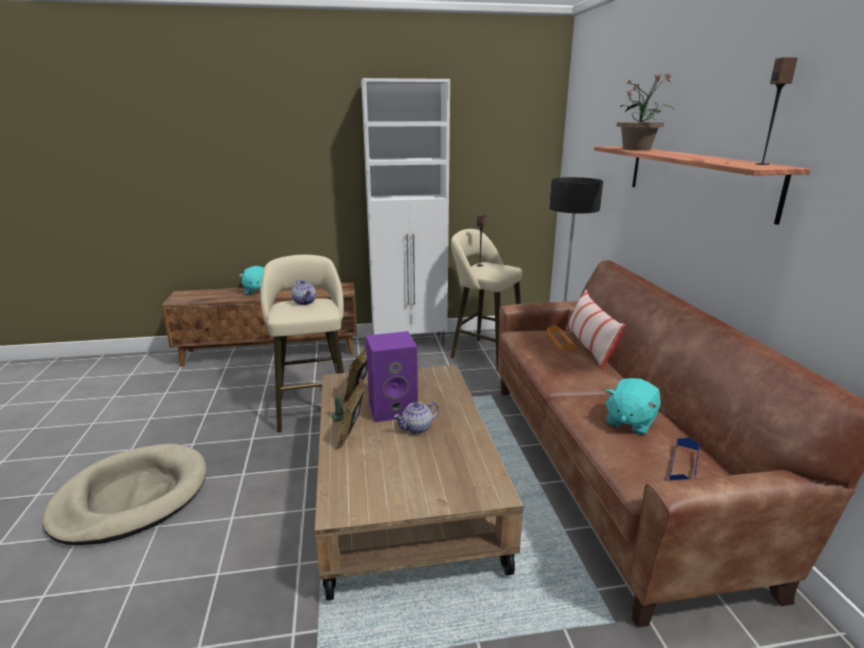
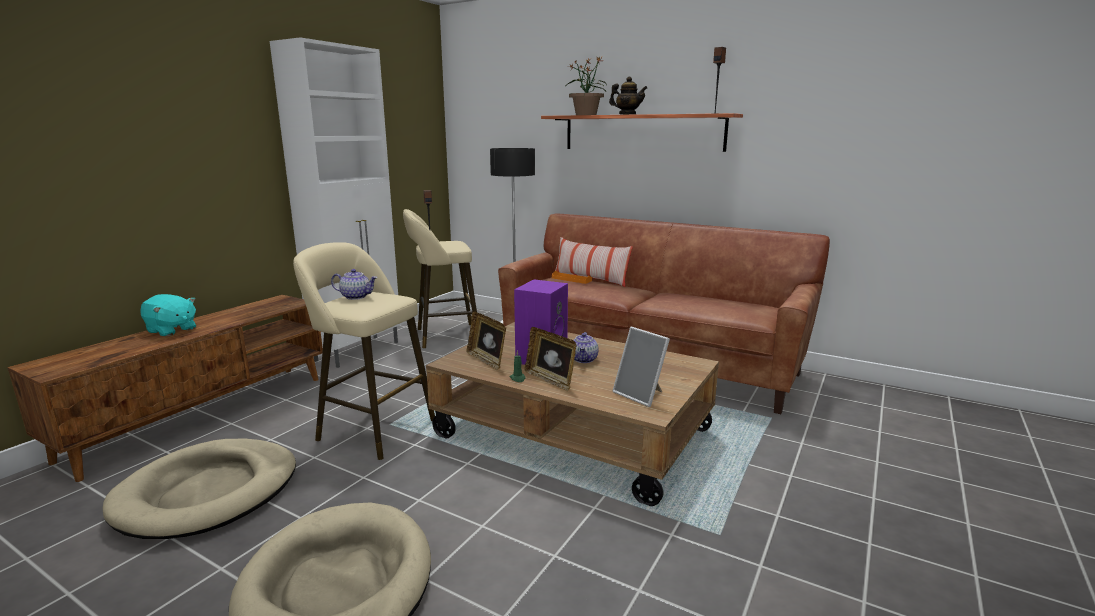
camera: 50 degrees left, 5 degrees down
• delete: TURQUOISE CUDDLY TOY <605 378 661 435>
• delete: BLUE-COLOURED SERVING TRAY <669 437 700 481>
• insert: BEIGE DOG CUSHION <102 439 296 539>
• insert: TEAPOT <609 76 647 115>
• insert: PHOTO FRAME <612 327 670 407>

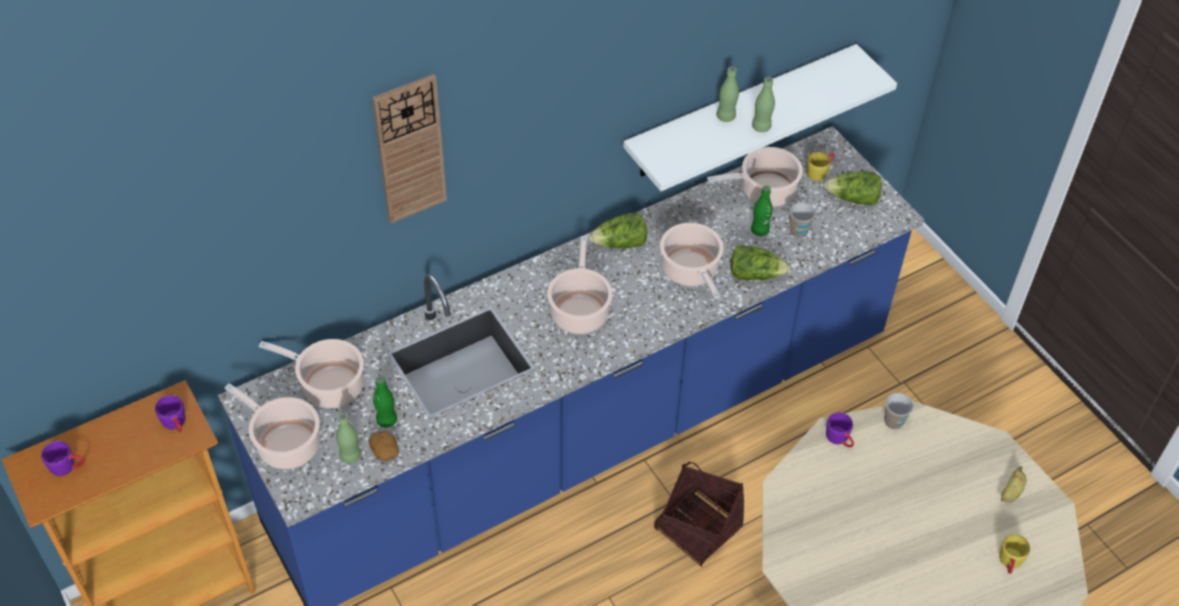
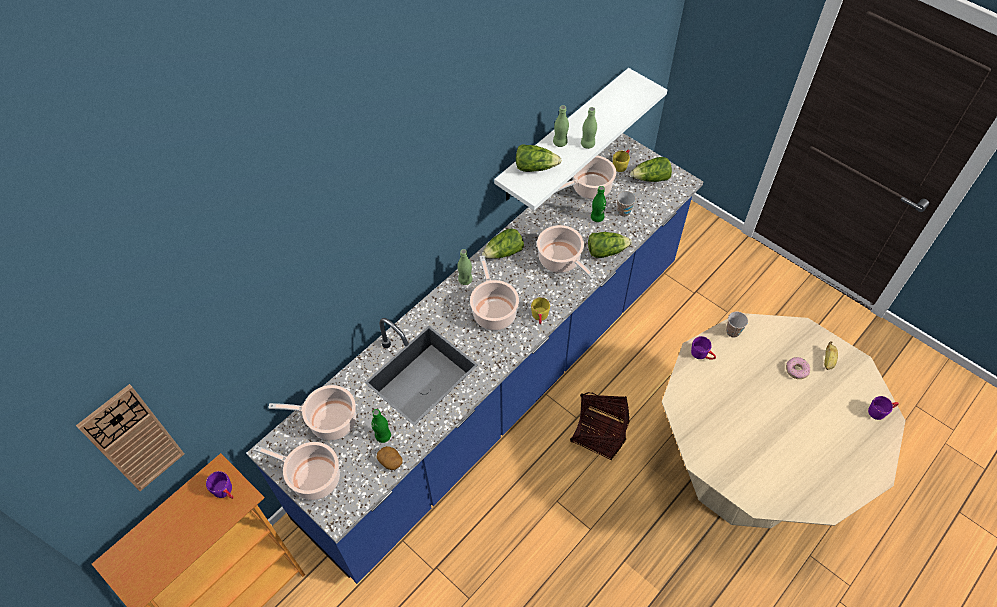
camera: 15 degrees left, 5 degrees up
• move: PURPLE-COLOURED MUG <41 441 85 476> to <868 396 899 420>
• move: GREEN BOTTLE <336 413 361 463> to <457 249 472 285>
• move: CLOCK ON THE WALL <372 74 447 223> to <76 384 184 491>
• move: YELLOW-COLOURED MUG <999 534 1030 574> to <531 297 550 324>
• insert: LETTUCE HEAD <516 144 562 172>
• insert: RING DOUGHNUT <786 357 810 379>

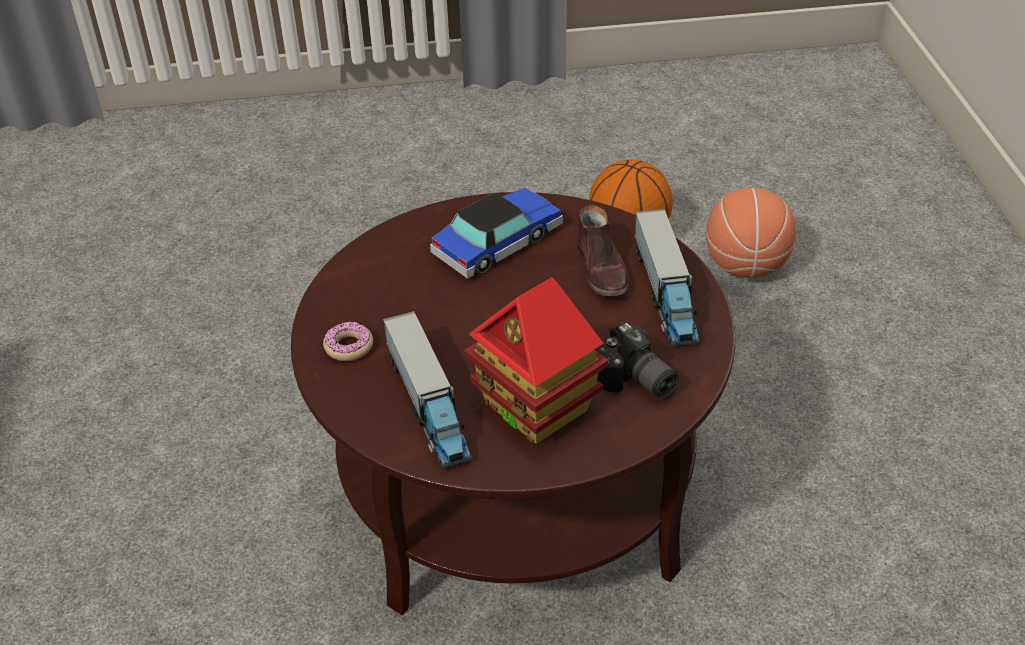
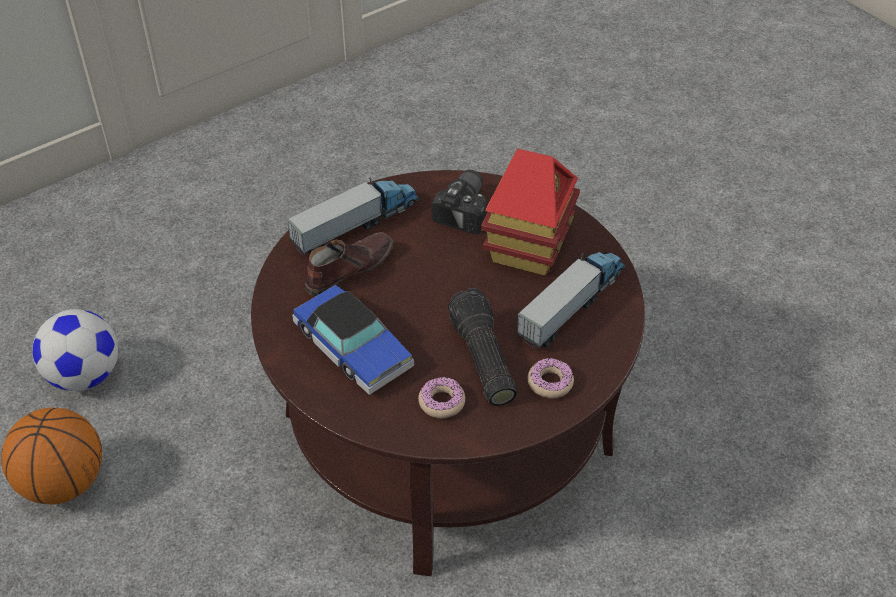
camera: 120 degrees left, 5 degrees up
• rotate: MODEL CAR <430 188 563 279> = <292 285 414 395> 150 degrees counterclockwise
• replace: BASKETBALL BALL <706 188 796 278> to FOOTBALL BALL <33 309 118 391>
• insert: RING DOUGHNUT <418 376 465 419>
• insert: FLASHLIGHT <448 288 517 406>

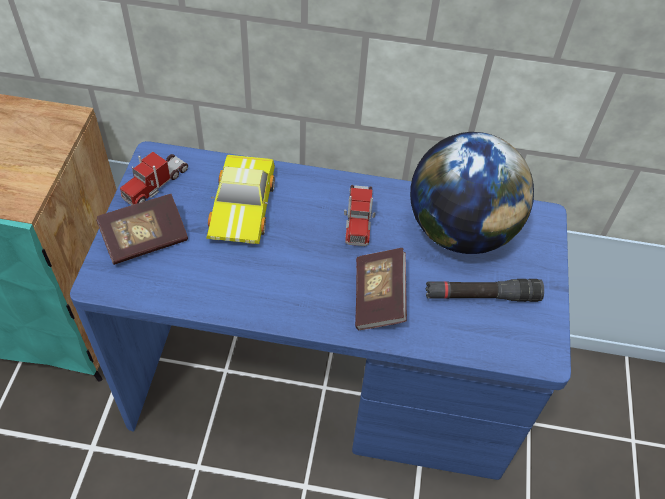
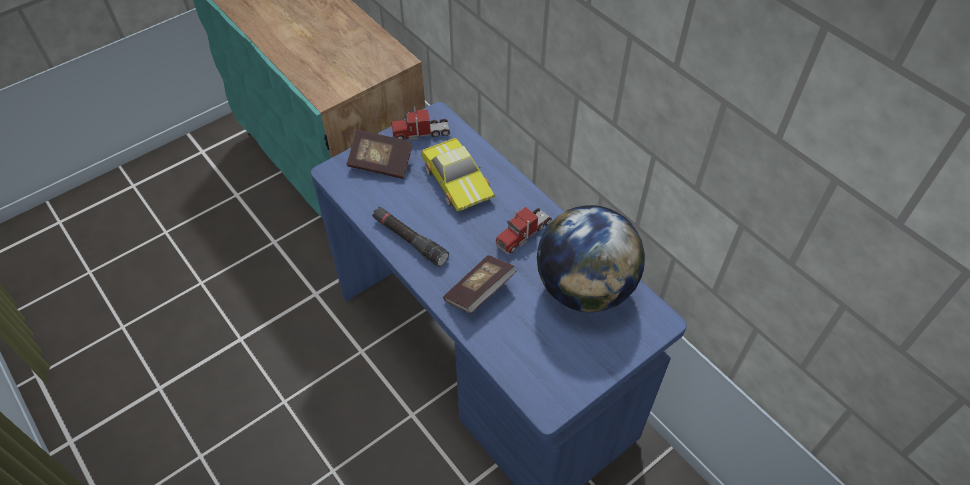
camera: 45 degrees right, 0 degrees up
• rotate: MODEL CAR <206 155 275 244> = <421 138 495 212> 75 degrees counterclockwise
• move: BLACK FLASHLIGHT <426 279 544 302> to <372 207 449 267>

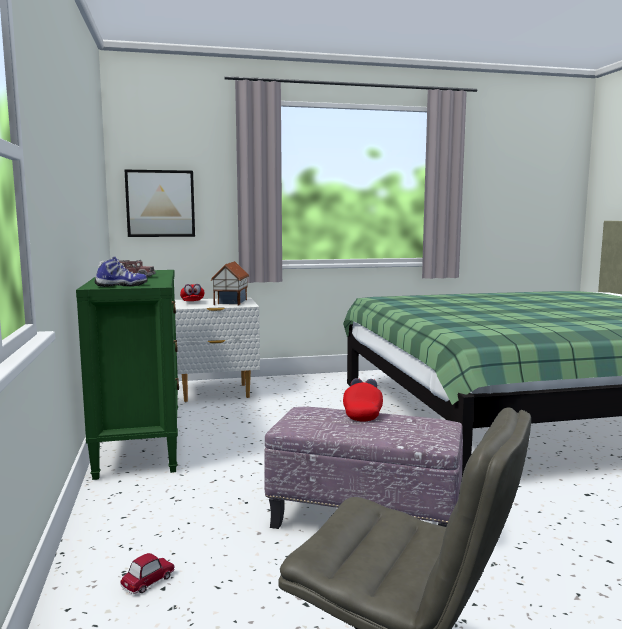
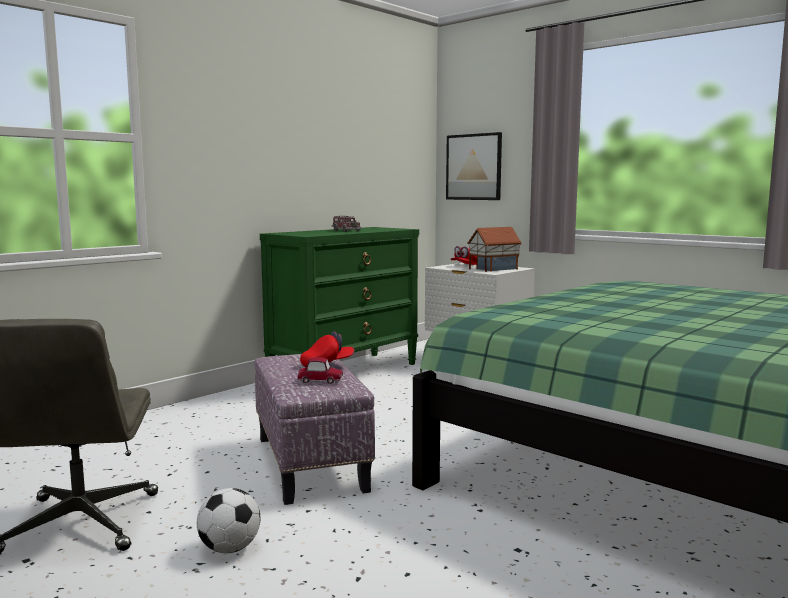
camera: 55 degrees right, 0 degrees up
• delete: SHOE <95 257 148 287>
• move: MODEL CAR <120 553 174 594> to <297 357 343 384>
• insert: FOOTBALL BALL <197 488 261 553>

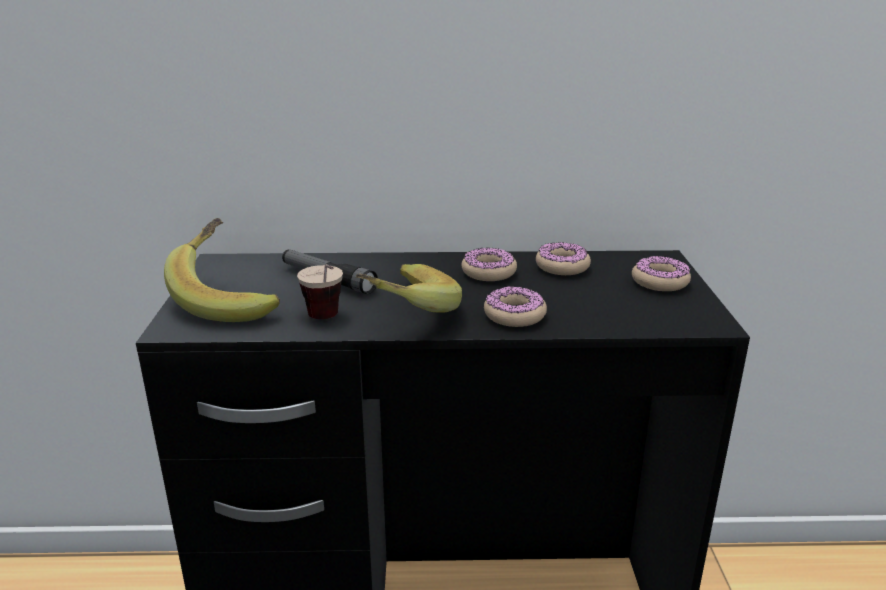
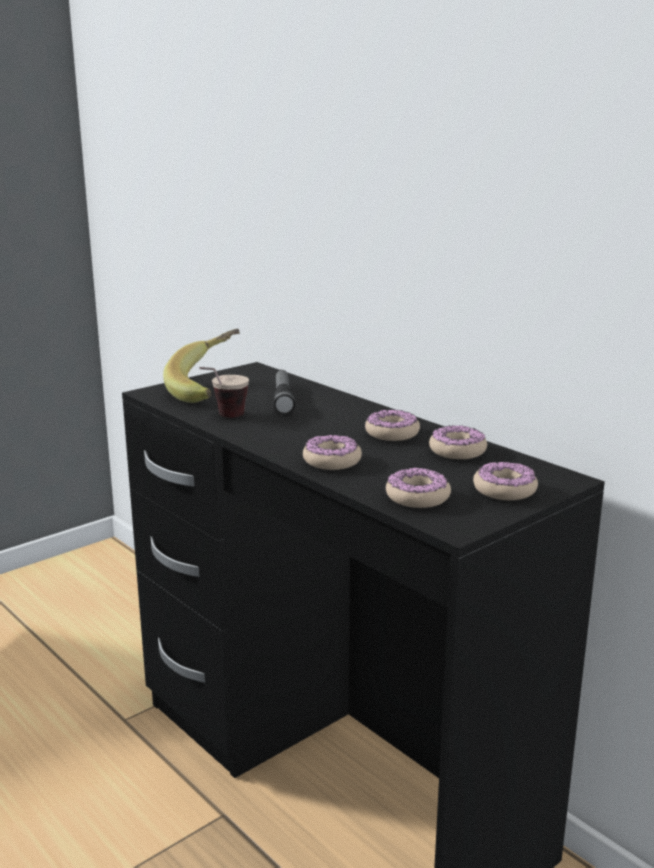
camera: 50 degrees right, 5 degrees down
• delete: BANANA FRUIT <356 264 462 313>
• insert: RING DOUGHNUT <386 468 451 508>

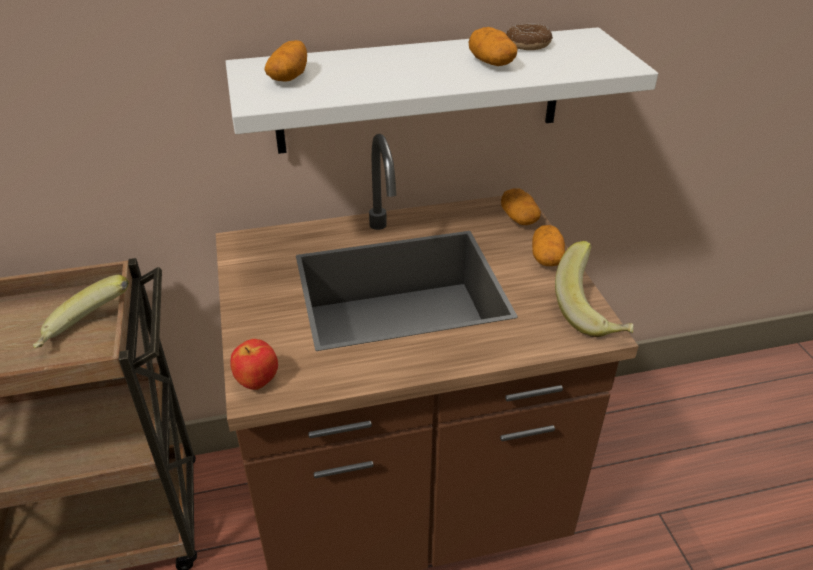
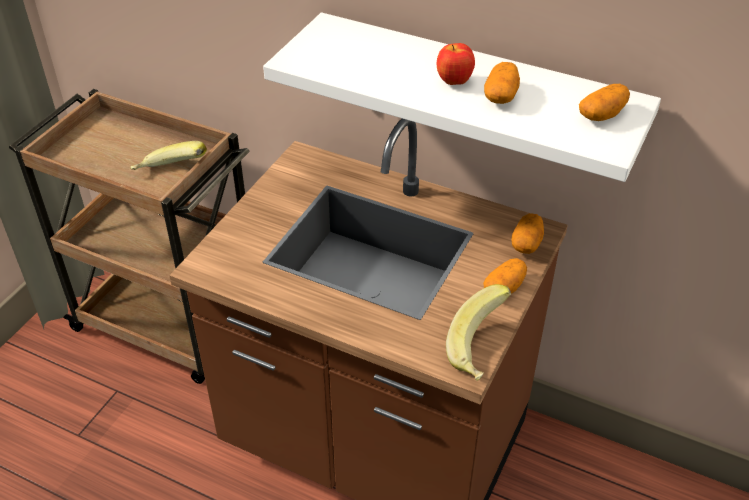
camera: 40 degrees right, 5 degrees up
• move: APPLE <230 339 278 390> to <437 43 475 85>
• move: POTATO <264 40 307 82> to <579 84 630 121>
• delete: RING DOUGHNUT <506 24 553 50>

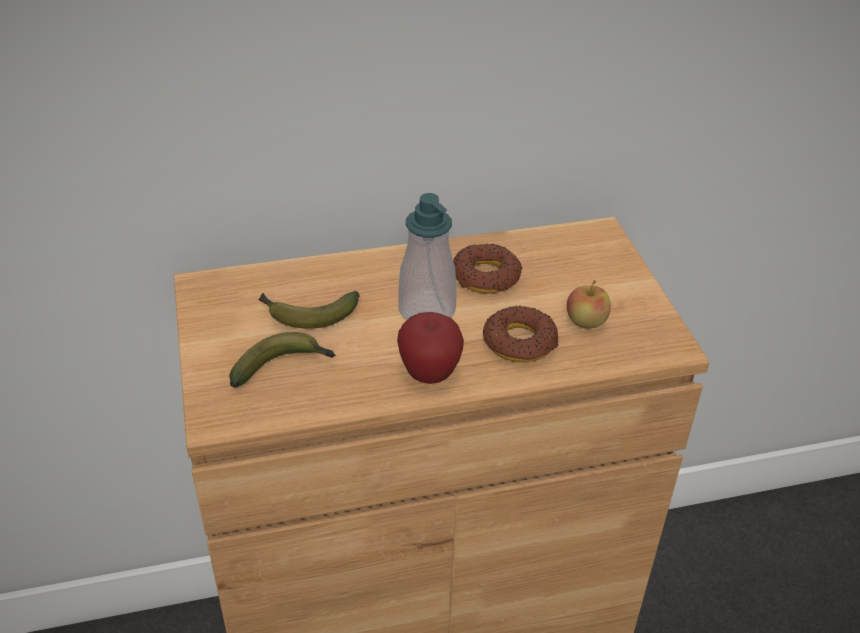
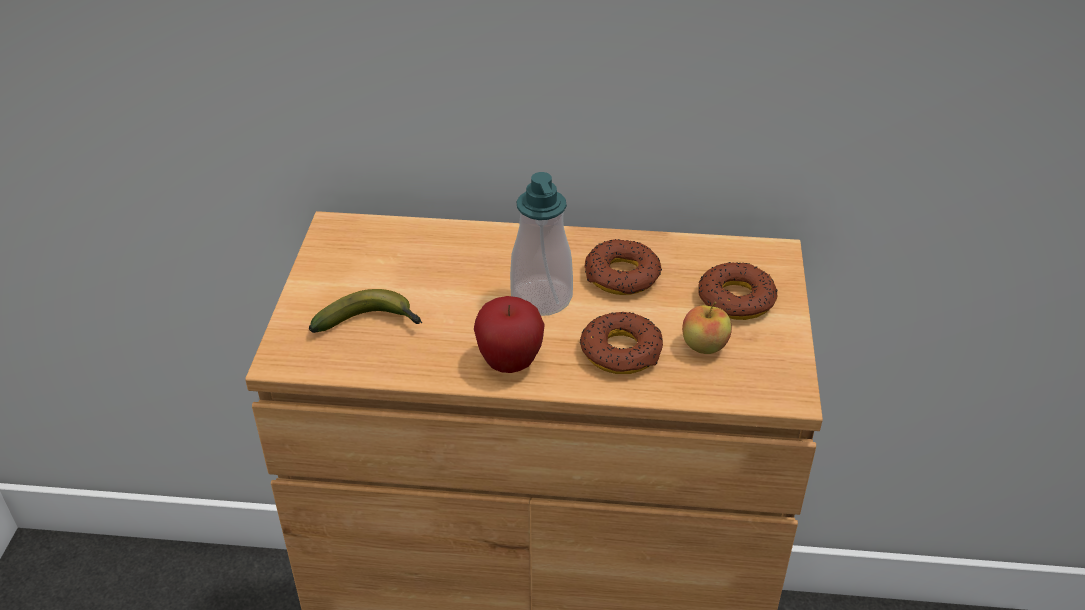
camera: 20 degrees right, 0 degrees up
• delete: BANANA FRUIT <258 291 359 329>
• insert: RING DOUGHNUT <698 262 777 320>

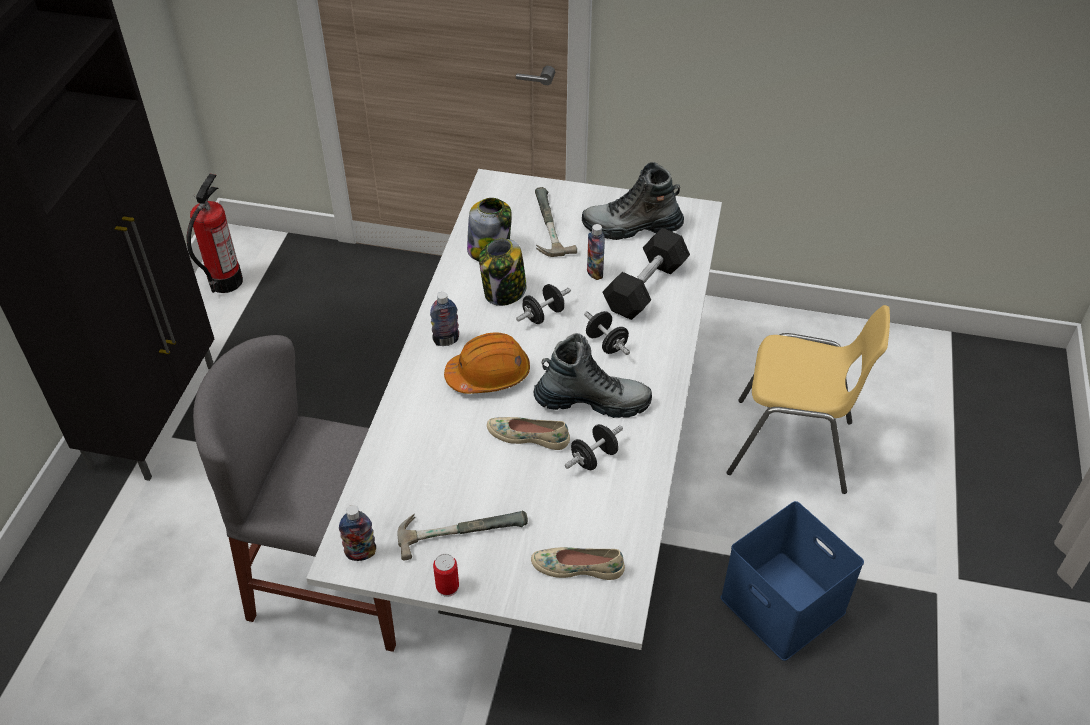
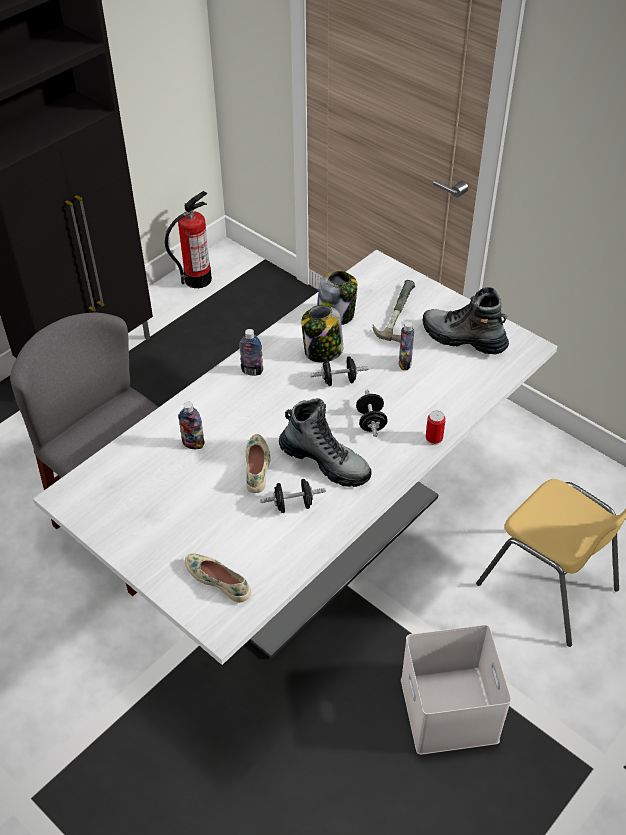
camera: 30 degrees right, 0 degrees up
• move: BOTTLE <339 505 376 561> to <178 402 205 449>
• delete: TOOL HAMMER <397 511 528 560>
• move: METAL CAN <433 554 459 597> to <426 410 446 445>
• delete: ORANGE WORK HELMET <444 332 530 394>
• rotate: BEIGE SHOE <487 417 570 450> = <245 434 271 493> 45 degrees clockwise
• delete: BLACK HAND WEIGHT <603 228 690 320>
• recolor: BLUE-COLOURED STORAGE CONTAINER <720 501 864 661> to WHITE STORAGE CONTAINER <401 625 511 755>

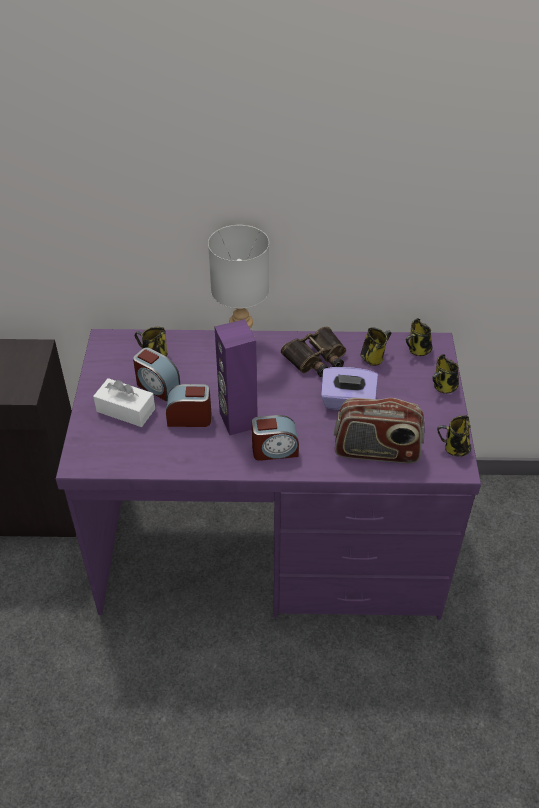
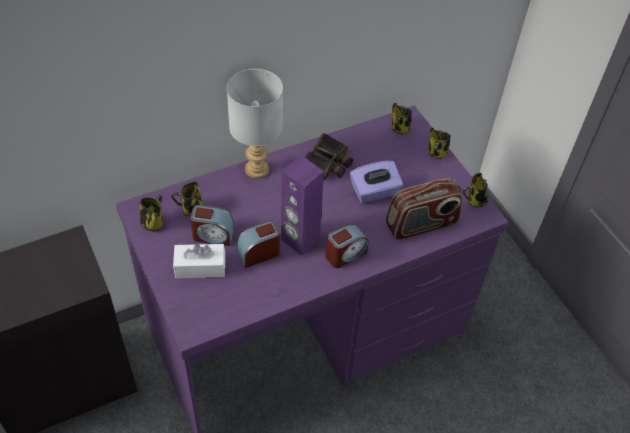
camera: 30 degrees left, 5 degrees up
• move: MUG <360 327 391 366> to <140 195 163 232>

